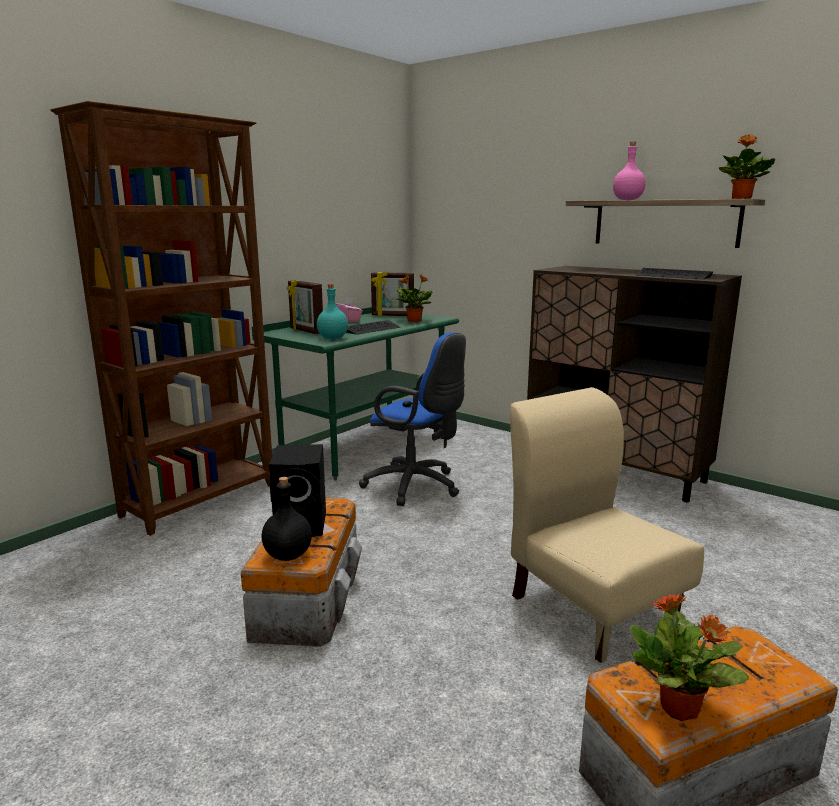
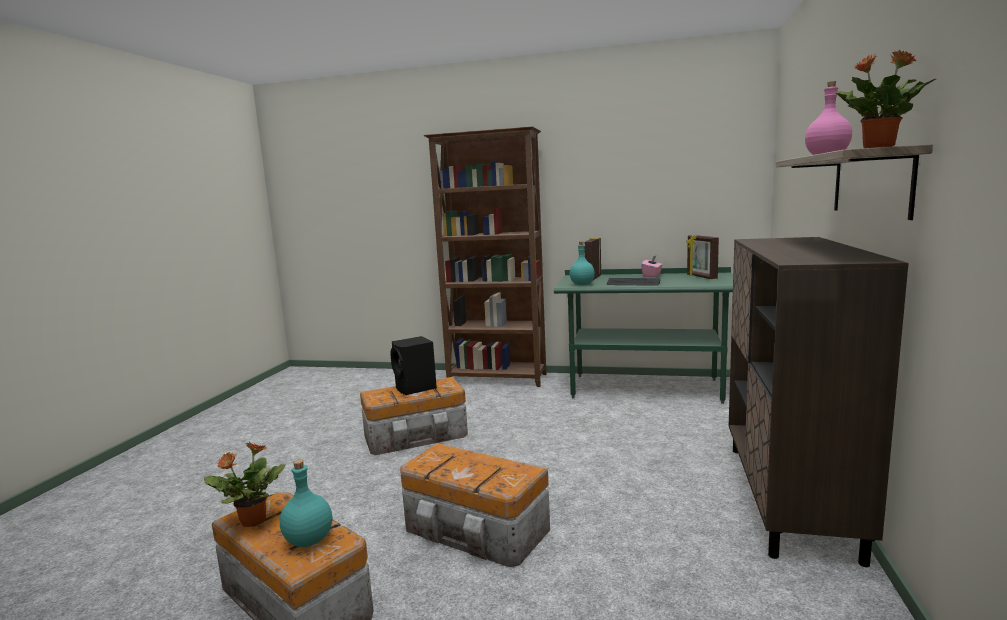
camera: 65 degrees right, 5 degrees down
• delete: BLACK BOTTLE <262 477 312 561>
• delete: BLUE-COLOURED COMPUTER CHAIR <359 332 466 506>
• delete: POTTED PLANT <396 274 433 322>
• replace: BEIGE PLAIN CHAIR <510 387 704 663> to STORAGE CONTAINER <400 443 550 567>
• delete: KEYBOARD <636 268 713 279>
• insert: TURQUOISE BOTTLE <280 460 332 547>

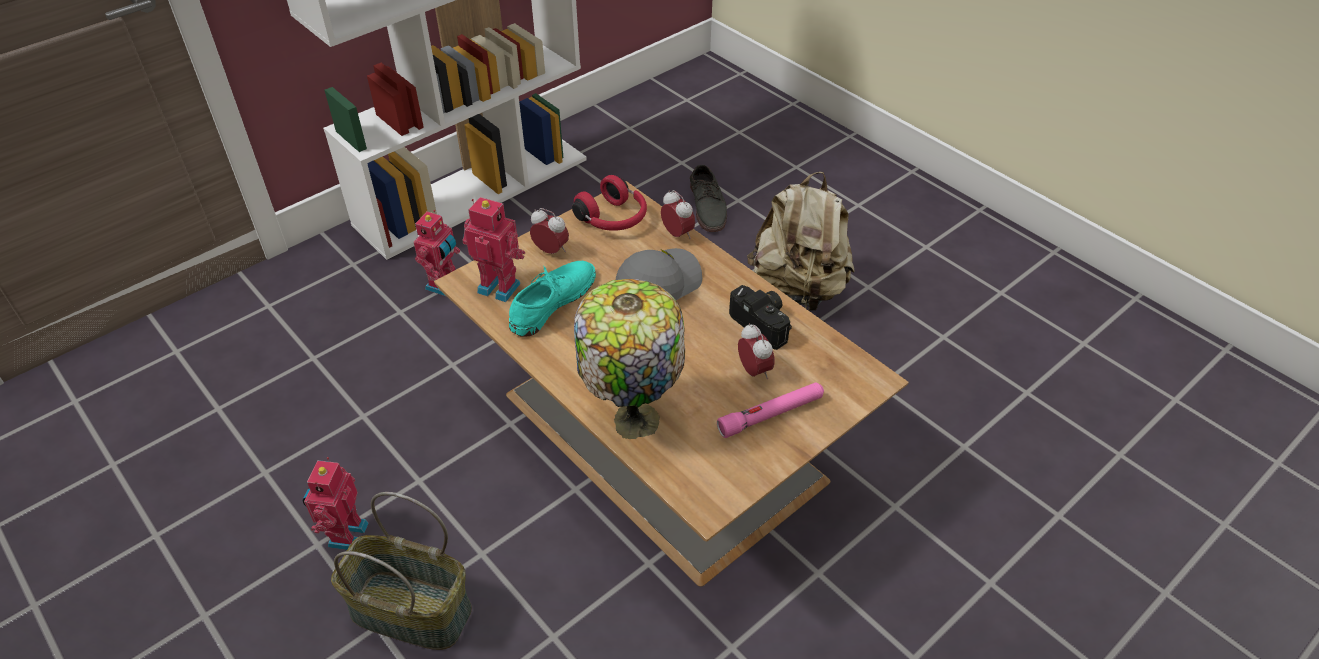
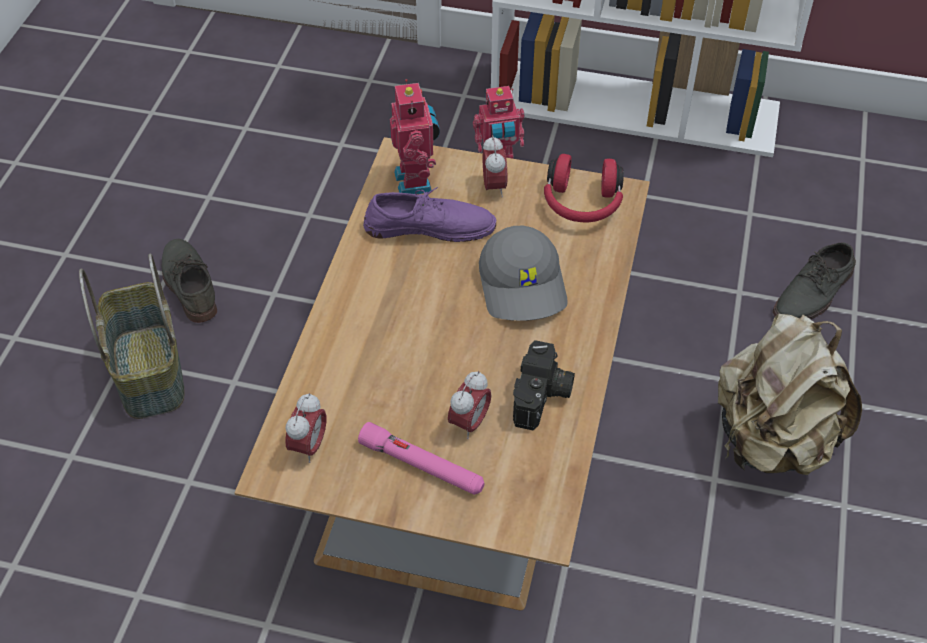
camera: 55 degrees right, 5 degrees up
• replace: TOY ROBOT <303 457 369 550> to GRAY SHOE <162 239 217 323>
• recolor: TURQUOISE SHOE <509 261 596 337> to PURPLE-COLOURED SHOE <363 187 496 242>
• delete: LAMP FOR A TABLE <574 279 685 439>
• rotate: GRAY PEAKED CAP <616 248 702 300> = <479 226 568 321> 75 degrees clockwise
• move: TABLE CLOCK <661 190 695 239> to <285 393 327 463>

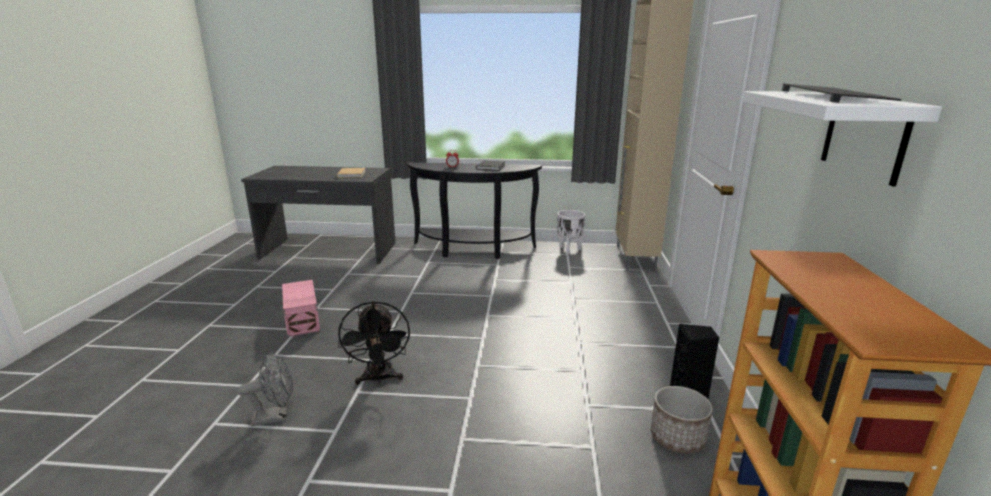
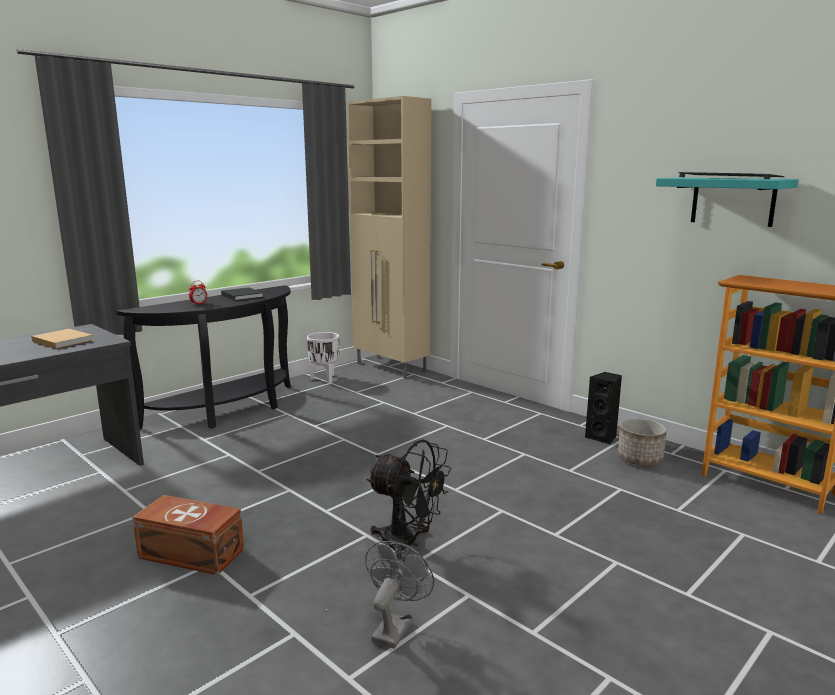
camera: 50 degrees left, 5 degrees down
• recolor: PINK STORAGE CONTAINER <282 280 320 337> to BROWN-COLOURED STORAGE CONTAINER <132 495 244 575>
• recolor: WHITE SHELF <743 91 942 187> to TURQUOISE SHELF <656 178 799 227>

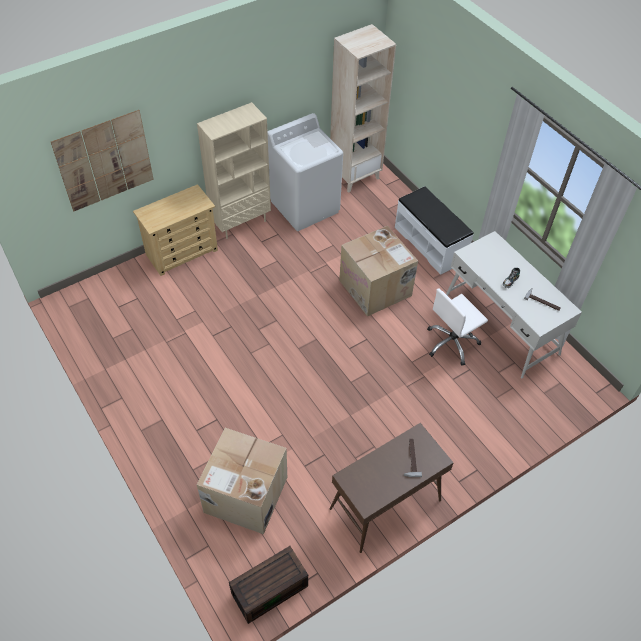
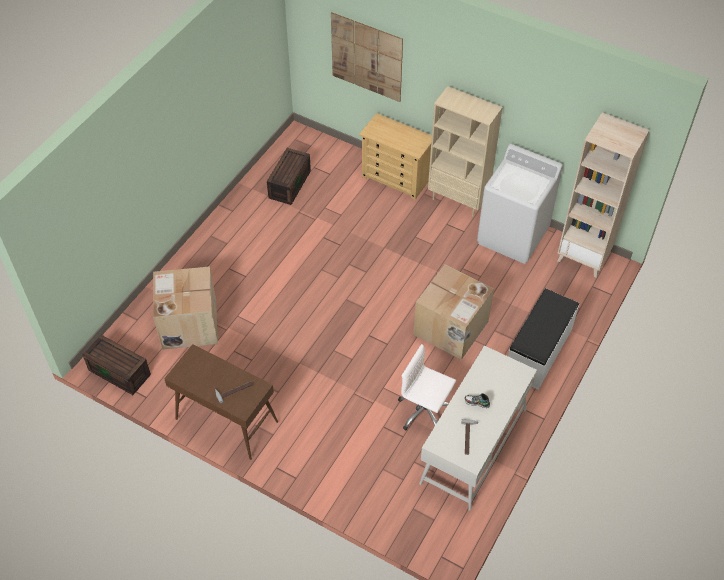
camera: 65 degrees right, 0 degrees up
• insert: BROWN-COLOURED STORAGE CONTAINER <267 148 311 205>

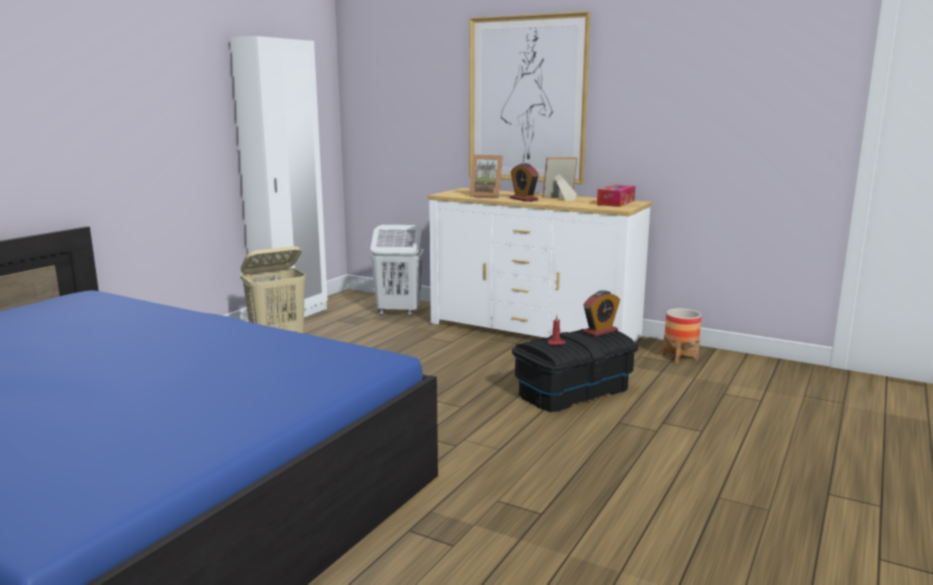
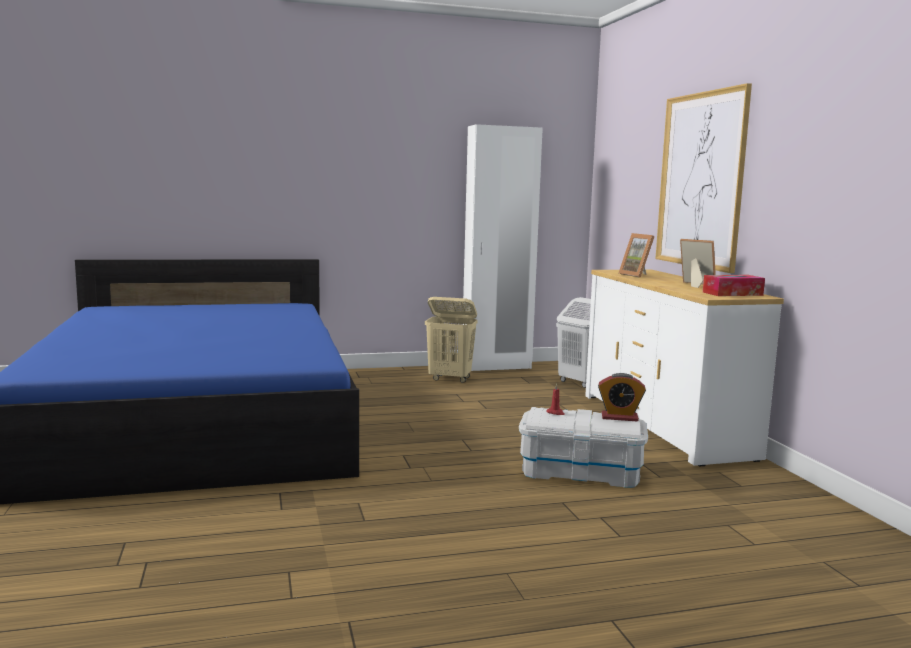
camera: 45 degrees right, 5 degrees down
• delete: TABLE CLOCK <510 163 539 202>
• recolor: BLACK STORAGE CONTAINER <512 329 639 412> to WHITE STORAGE CONTAINER <519 407 648 488>
• delete: PLANTER <663 309 701 363>

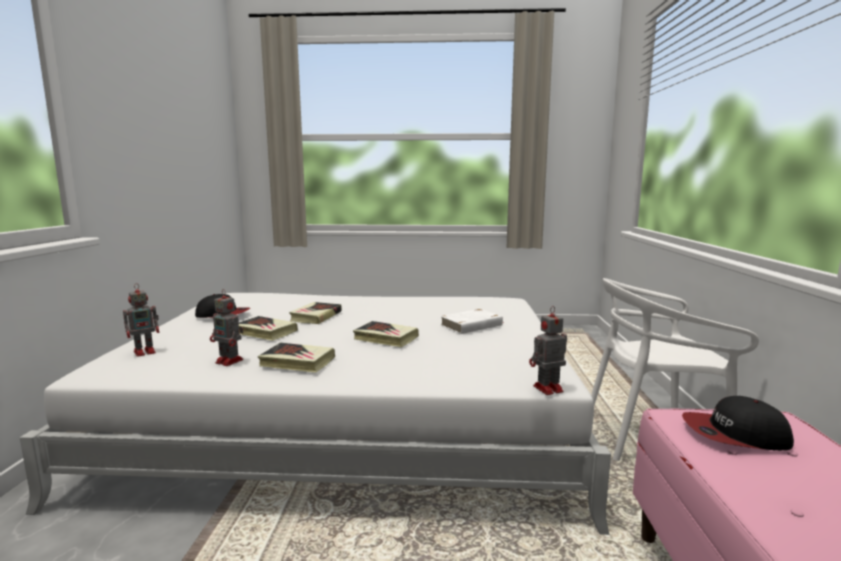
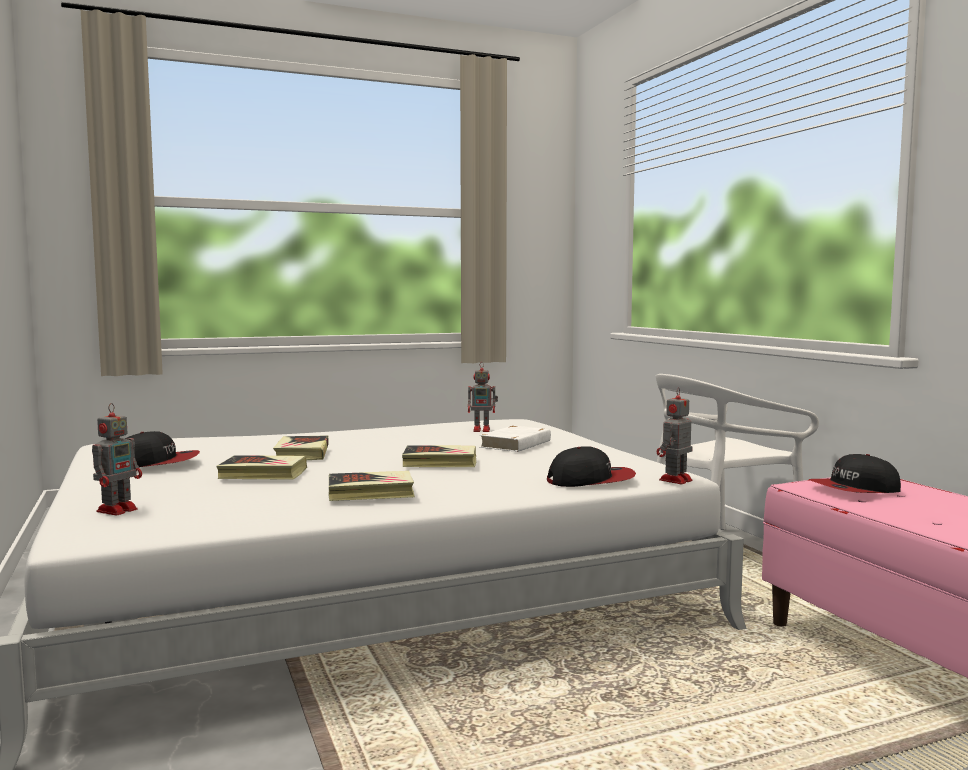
camera: 25 degrees left, 5 degrees down
• move: TOY ROBOT <210 289 243 366> to <468 362 498 432>
• insert: PEAKED CAP <547 446 636 487>

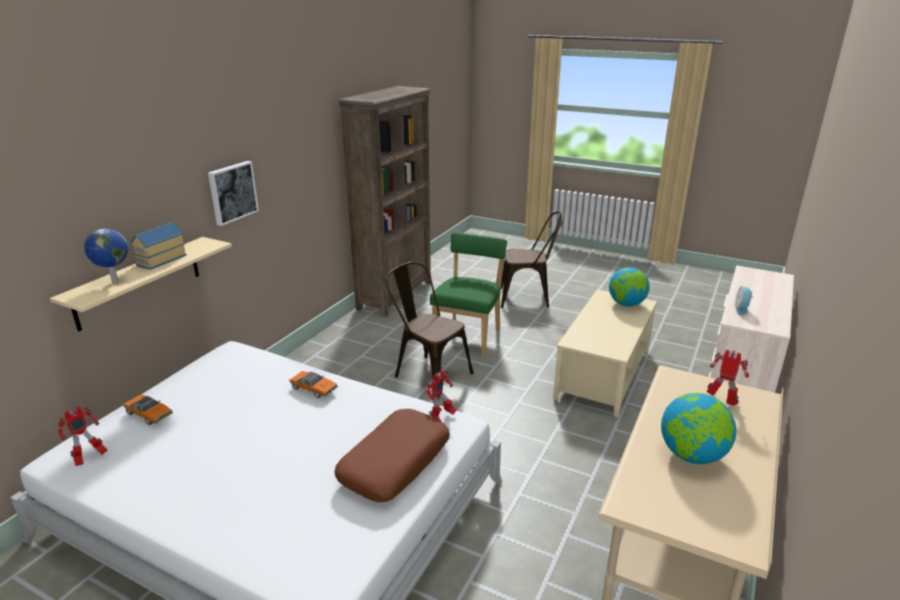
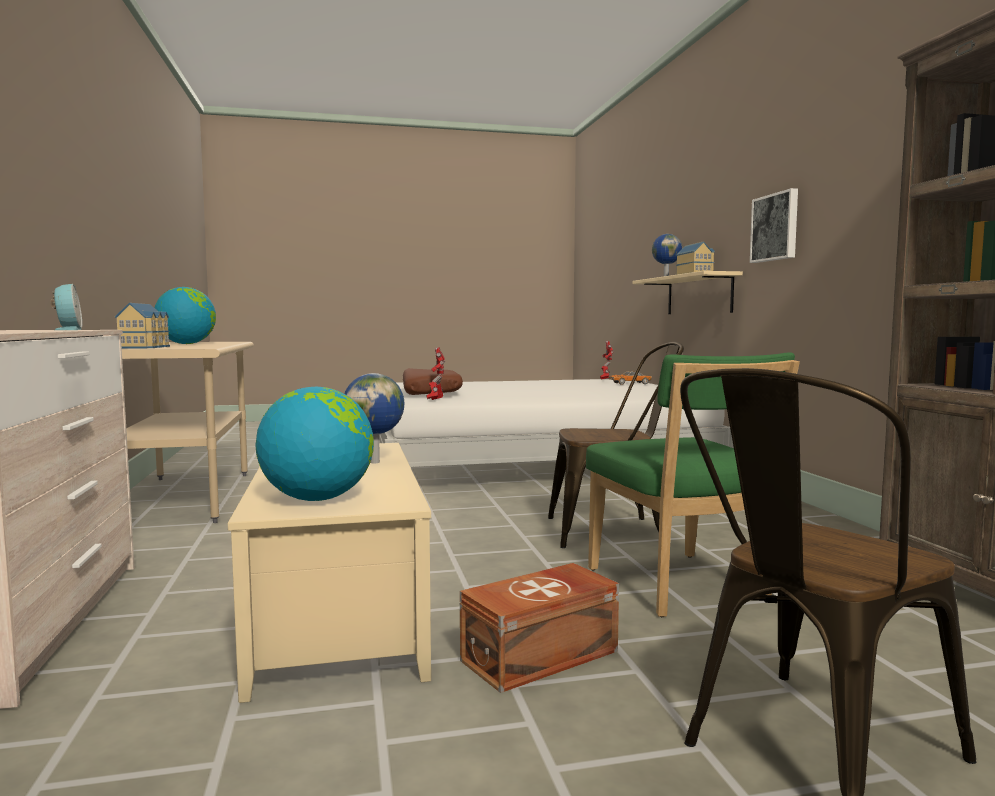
camera: 140 degrees right, 20 degrees down
• delete: MODEL CAR <289 371 338 398>
• replace: TOY ROBOT <707 350 749 405> to TOY HOUSE <115 303 170 349>
• insert: GLOBE <344 373 404 464>
• insert: BROWN-COLOURED STORAGE CONTAINER <460 563 619 693>

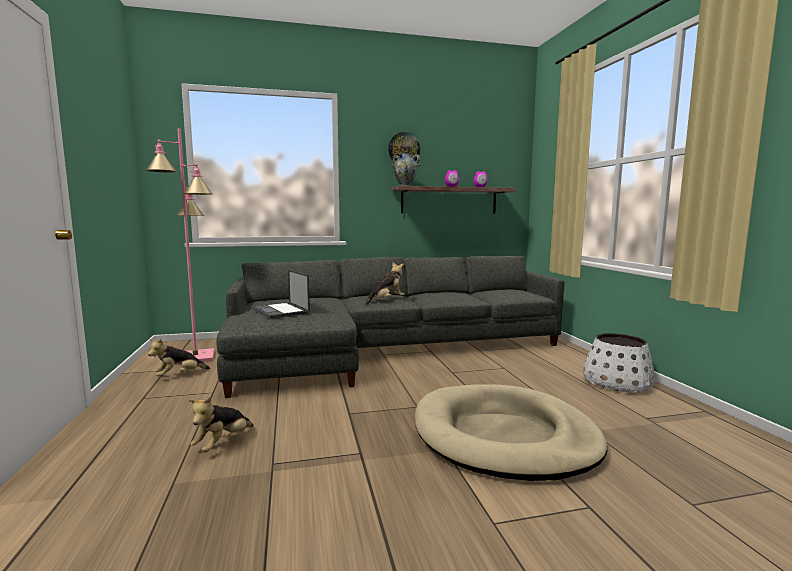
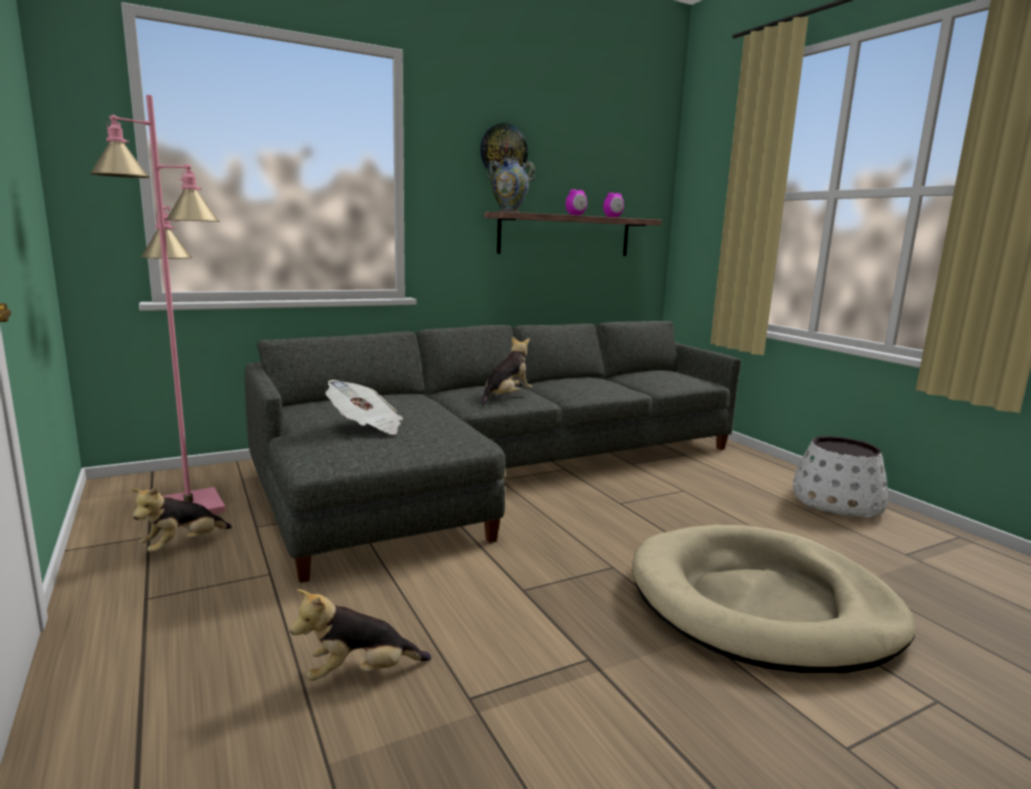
camera: 15 degrees left, 5 degrees up
• rotate: CUDDLY TOY <189 397 253 452> = <290 589 431 681> 60 degrees clockwise
• replace: LAPTOP <253 270 310 319> to PRINTED PAPER <325 380 403 435>

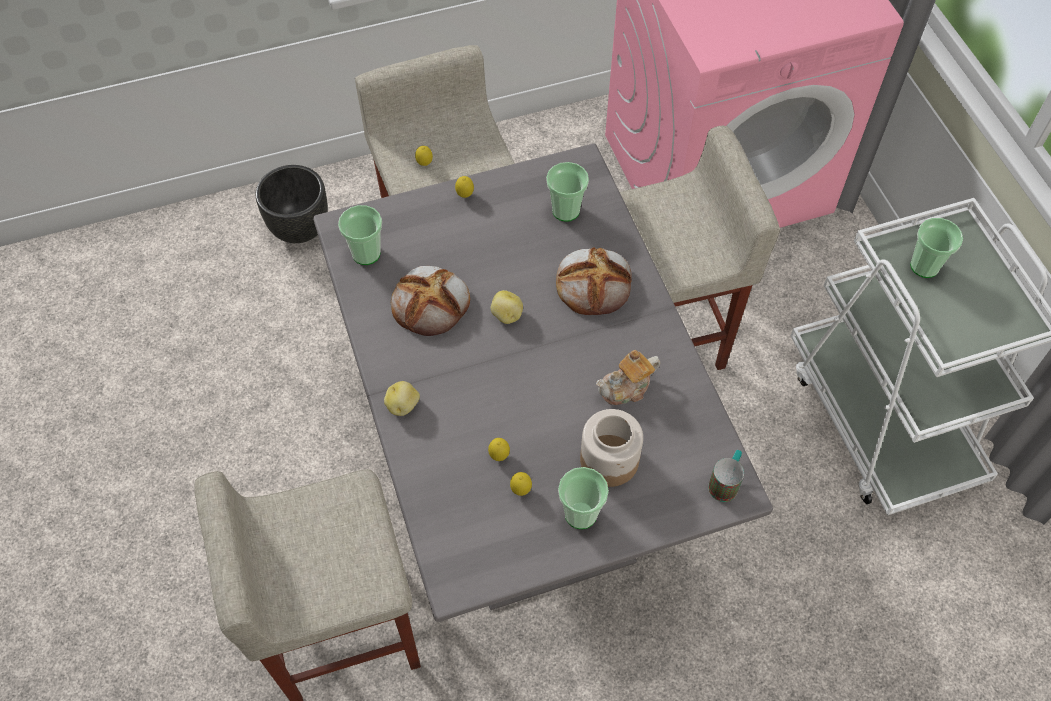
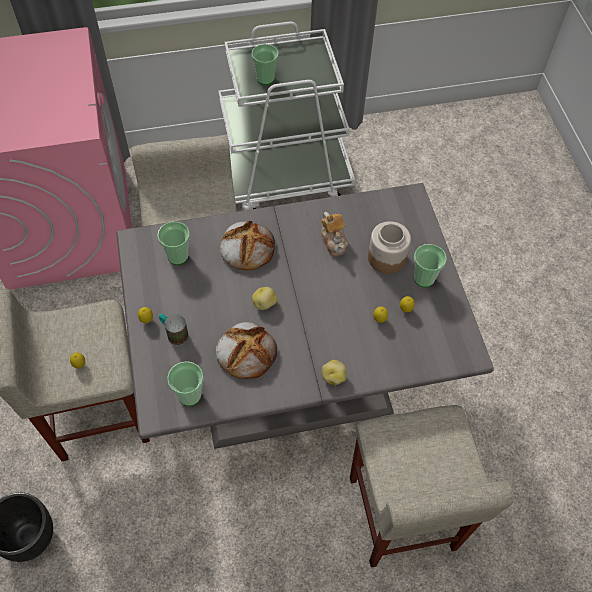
camera: 85 degrees left, 0 degrees up
• move: MUG <708 450 744 502> to <159 314 188 345>

